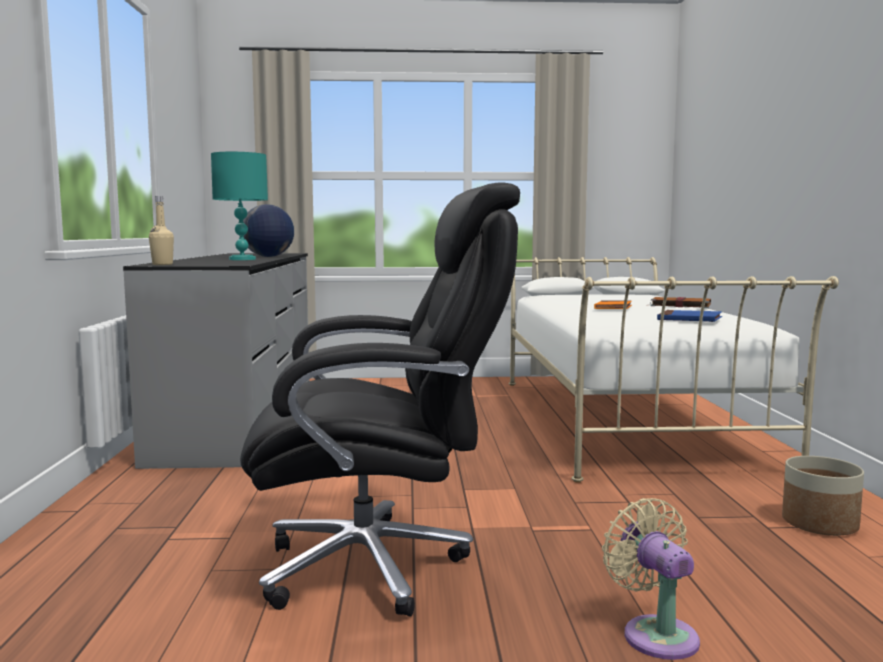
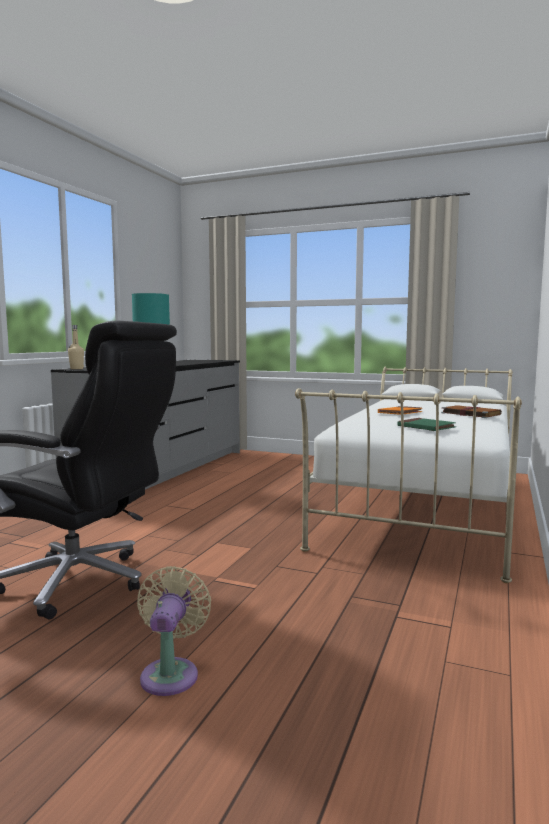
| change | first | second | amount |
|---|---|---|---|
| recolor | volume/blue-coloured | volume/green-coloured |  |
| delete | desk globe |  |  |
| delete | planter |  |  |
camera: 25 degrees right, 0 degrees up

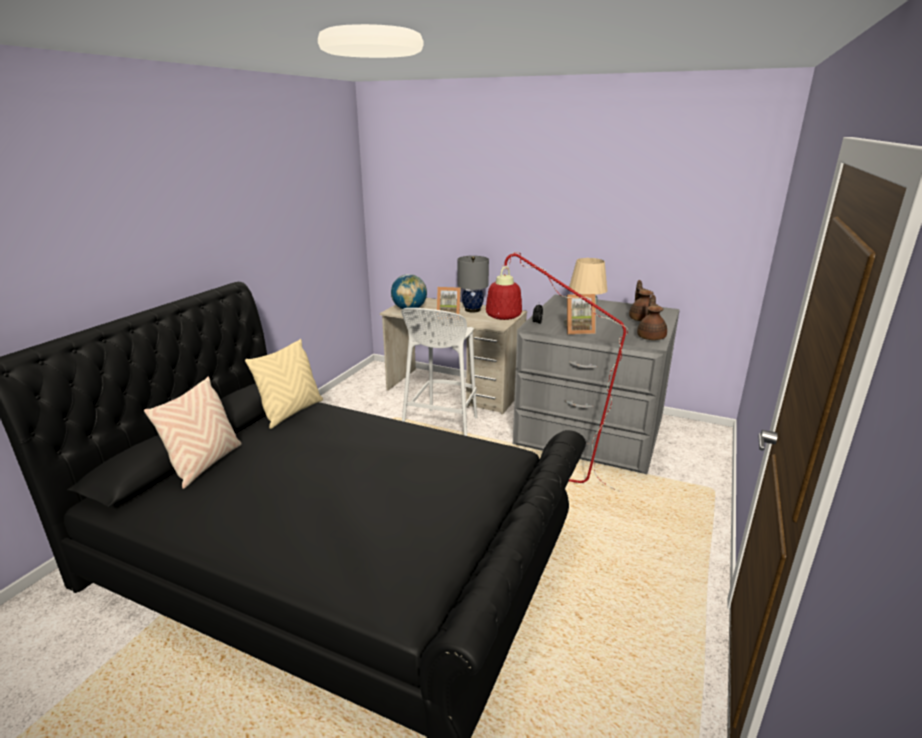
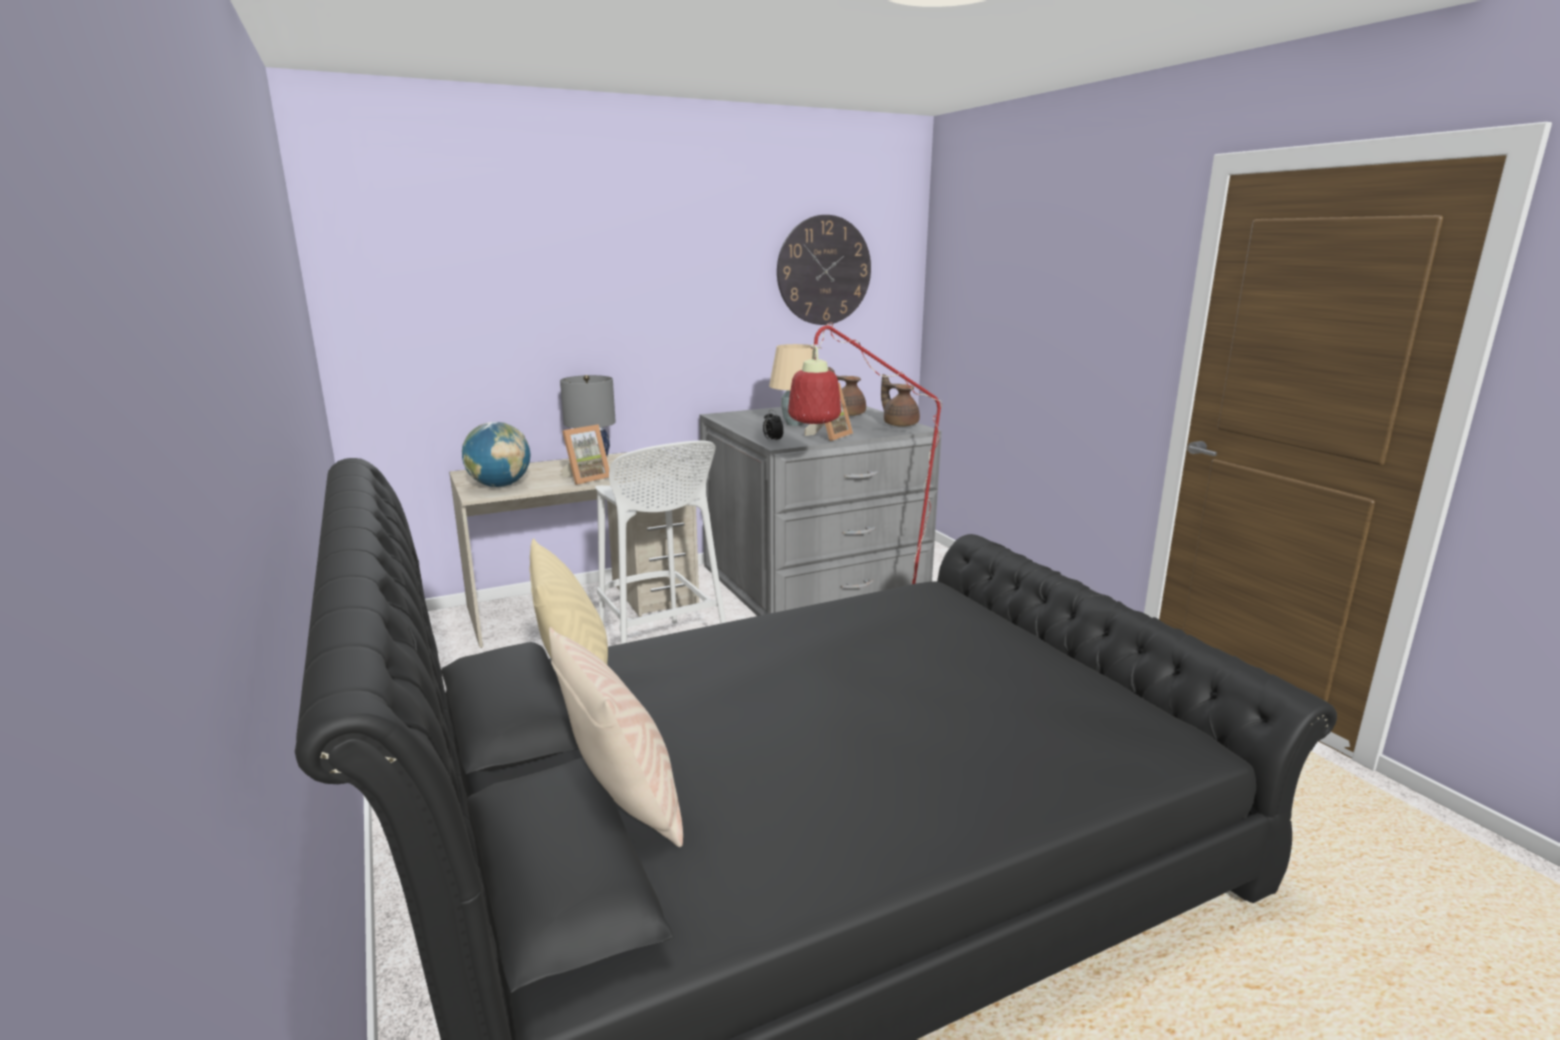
| change | first | second | amount |
|---|---|---|---|
| insert |  | clock on the wall |  |
camera: 50 degrees left, 5 degrees down

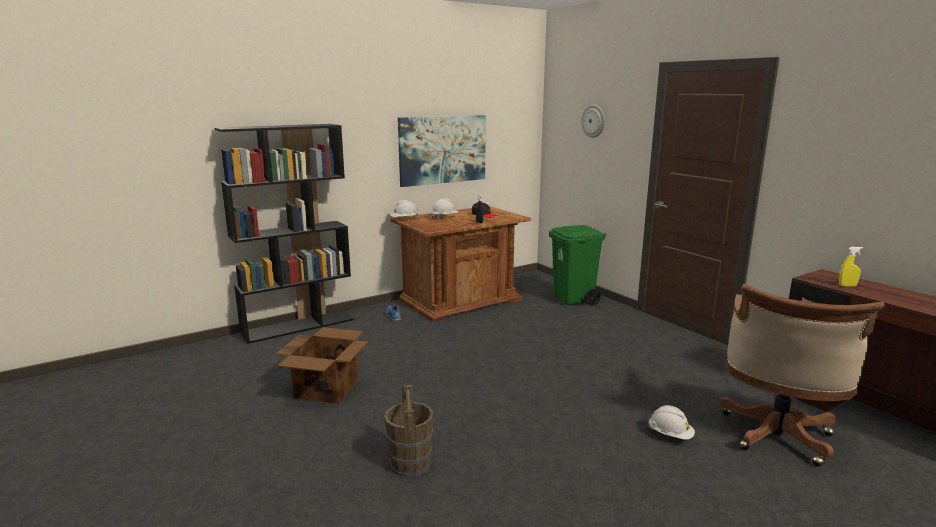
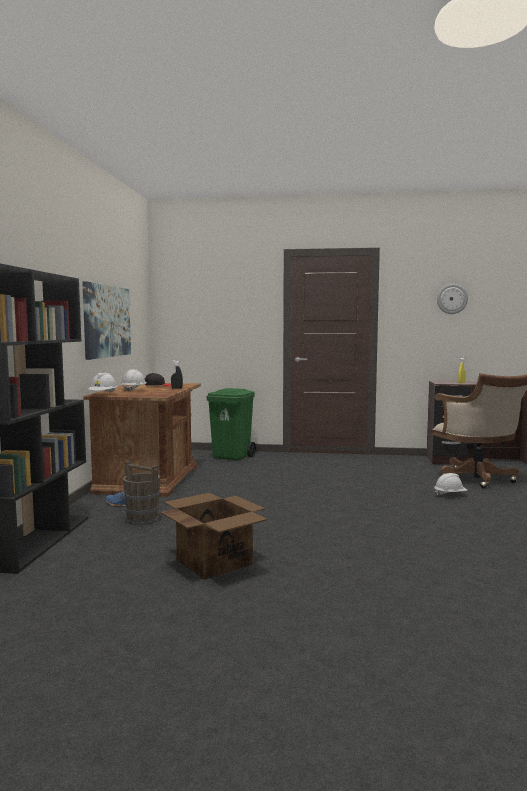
| change | first | second | amount |
|---|---|---|---|
| move | pail/brown |  |  |
| move | clock on the wall |  |  |
camera: 50 degrees left, 10 degrees down

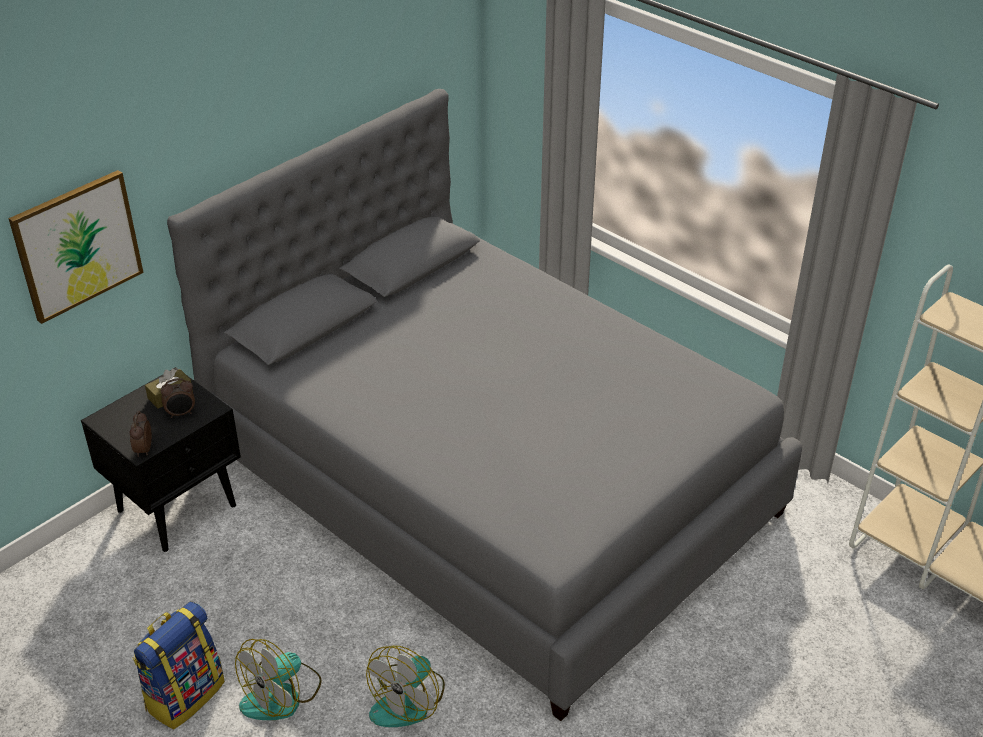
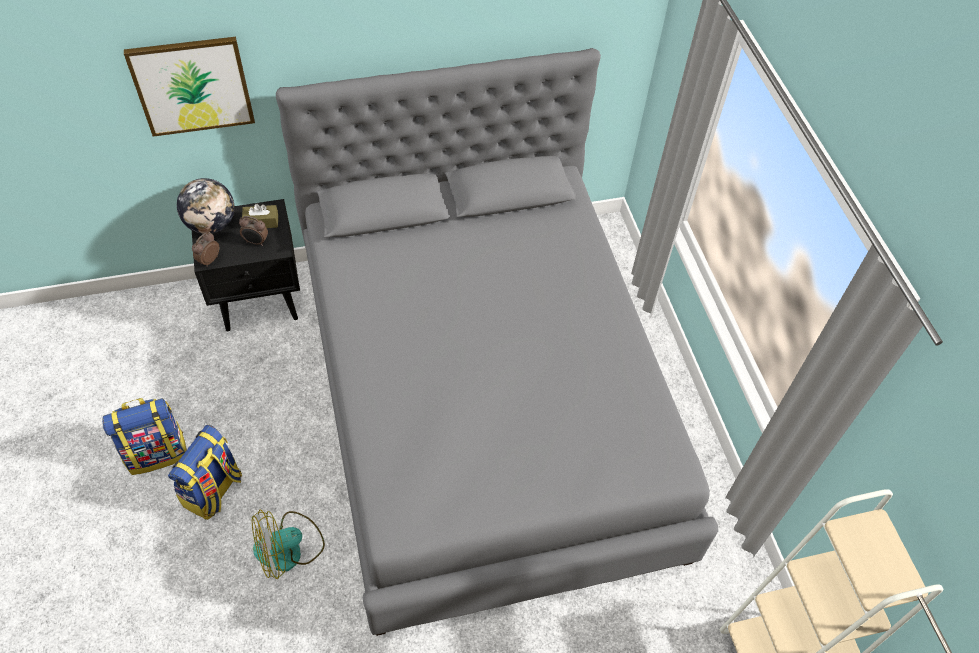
| change | first | second | amount |
|---|---|---|---|
| replace | fan (1st from left) | rucksack (2nd from left) |  |
| insert |  | desk globe |  |
camera: 30 degrees right, 15 degrees up

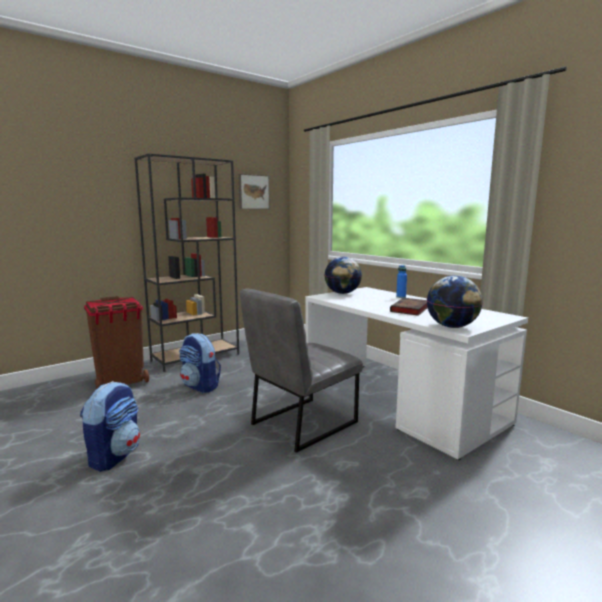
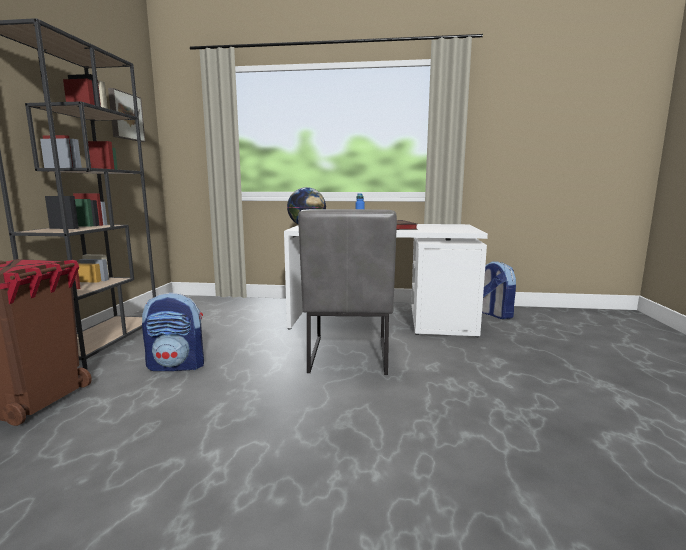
| change | first | second | amount |
|---|---|---|---|
| move | rucksack (1st from left in the first image) | rucksack (2nd from left) |  |
| delete | desk globe (2nd from left) |  |  |
camera: 45 degrees left, 0 degrees up

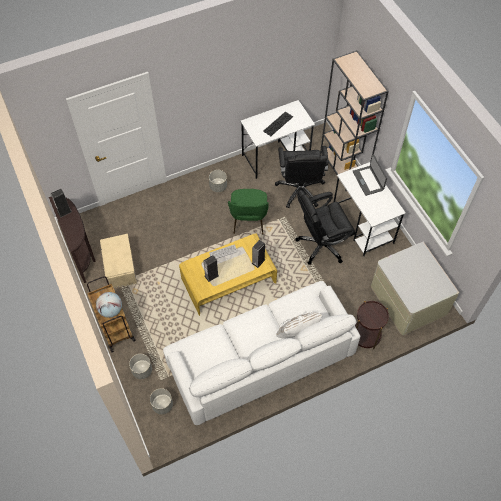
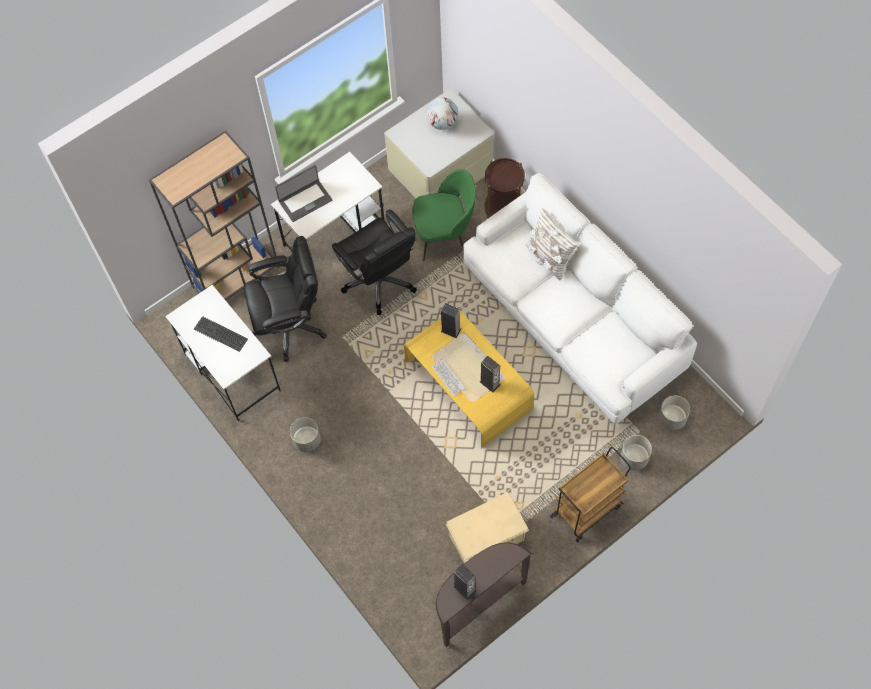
| change | first | second | amount |
|---|---|---|---|
| move | upright chair/green-coloured |  |  |
| move | desk globe |  |  |
camera: 100 degrees left, 5 degrees up

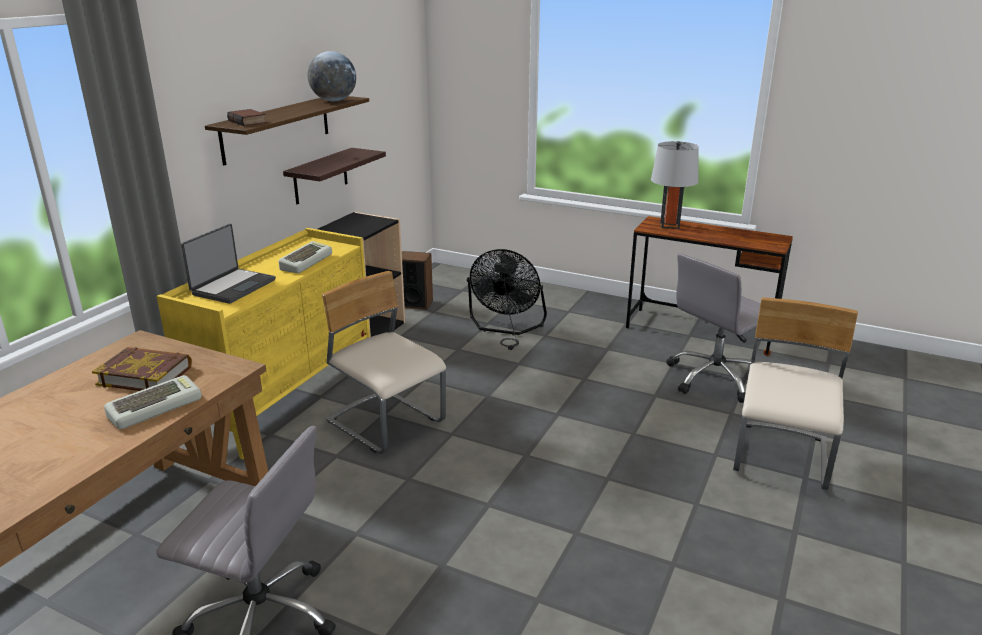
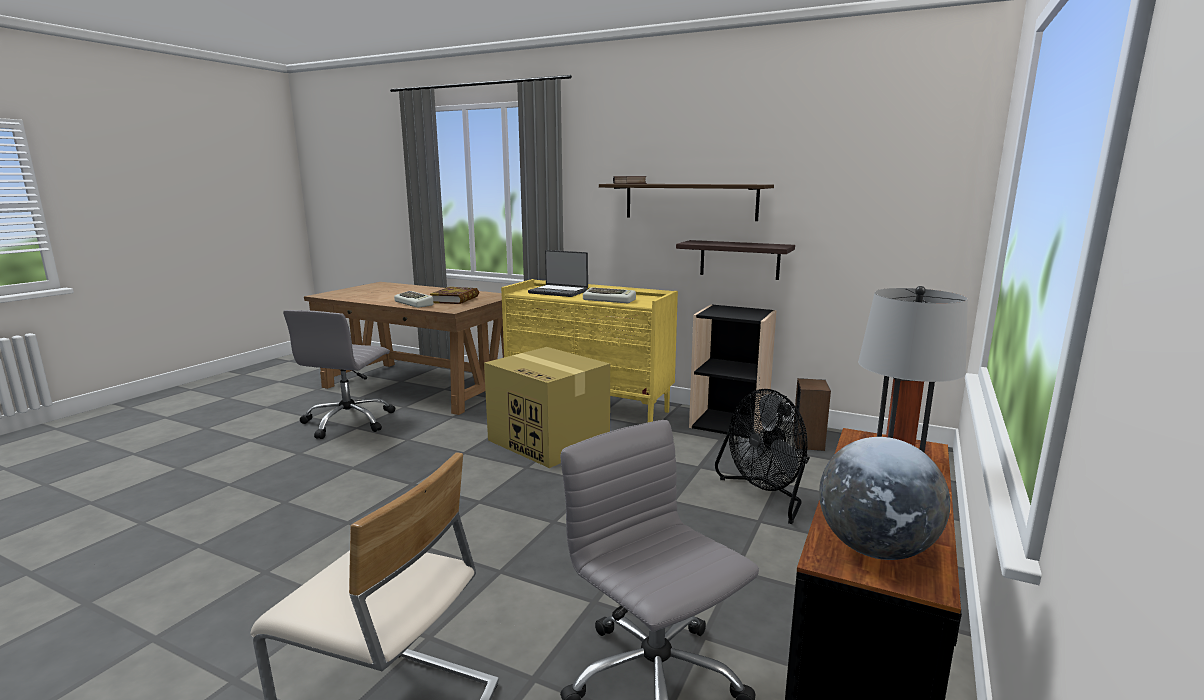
| change | first | second | amount |
|---|---|---|---|
| replace | upright chair/beige (1st from left) | cardboard box |  |
| rotate | fan/black-coloured |  | 135 degrees clockwise |
| move | desk globe |  |  |
camera: 90 degrees right, 10 degrees down

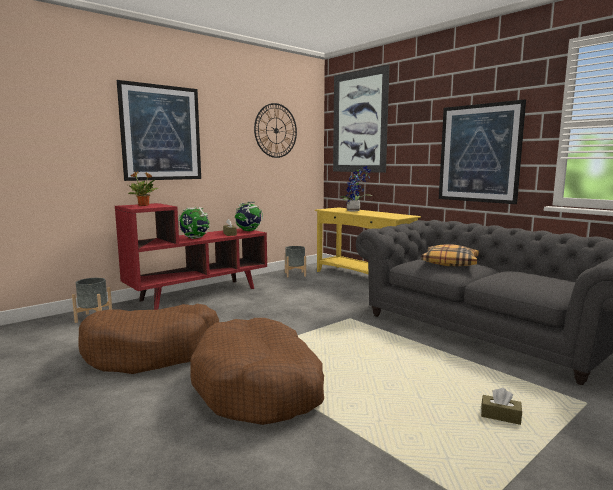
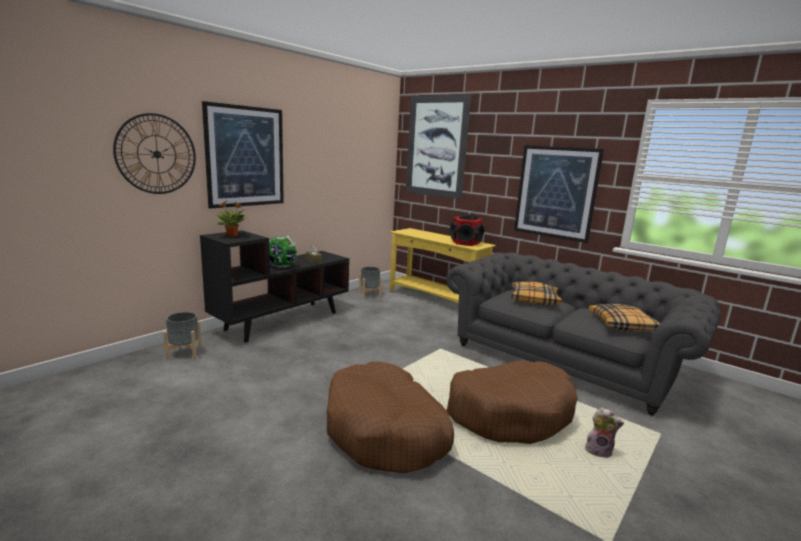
| change | first | second | amount |
|---|---|---|---|
| move | clock on the wall |  |  |
| recolor | tv stand/reddish | tv stand/black-coloured |  |
| move | dog bed/brown (1st from left in the first image) | dog bed/brown (2nd from left) |  |
| insert |  | audio speaker |  |
| replace | tissue holder/brown (2nd from left) | soft toy |  |
| insert |  | pillow (2nd from left) |  |
| delete | desk globe (2nd from left) |  |  |
| delete | plant in a pot (2nd from left) |  |  |
camera: 10 degrees left, 5 degrees up

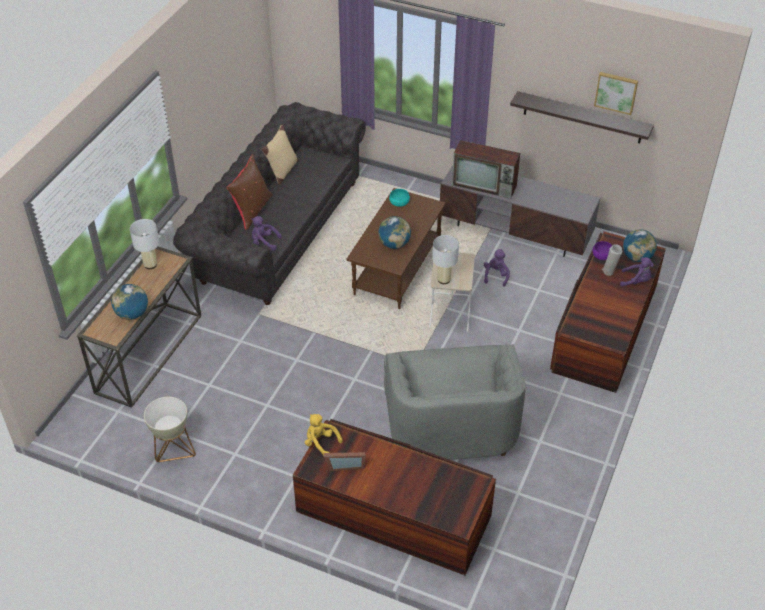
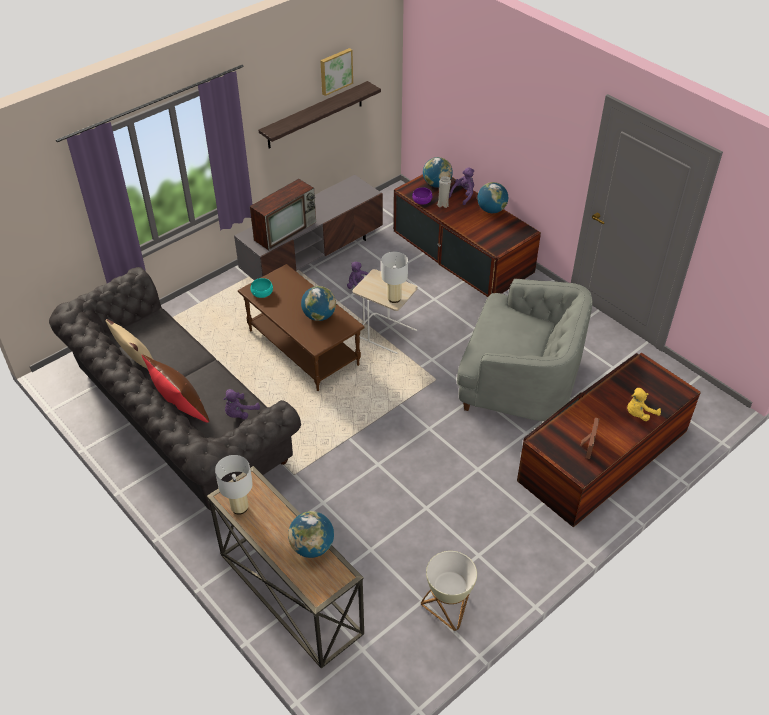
| change | first | second | amount |
|---|---|---|---|
| insert |  | desk globe (4th from left) |  |
| move | soft toy/yellowish |  |  |
camera: 65 degrees left, 0 degrees up

